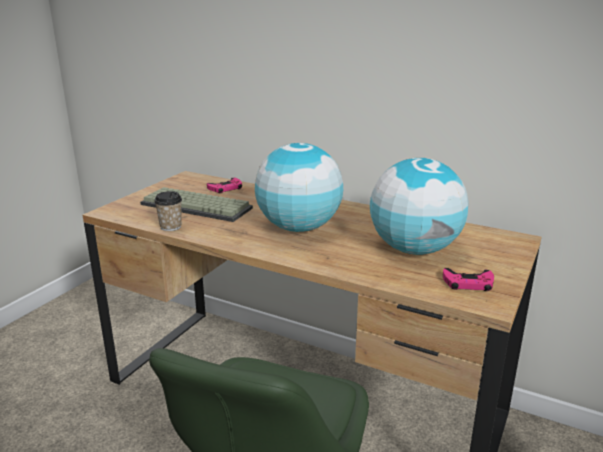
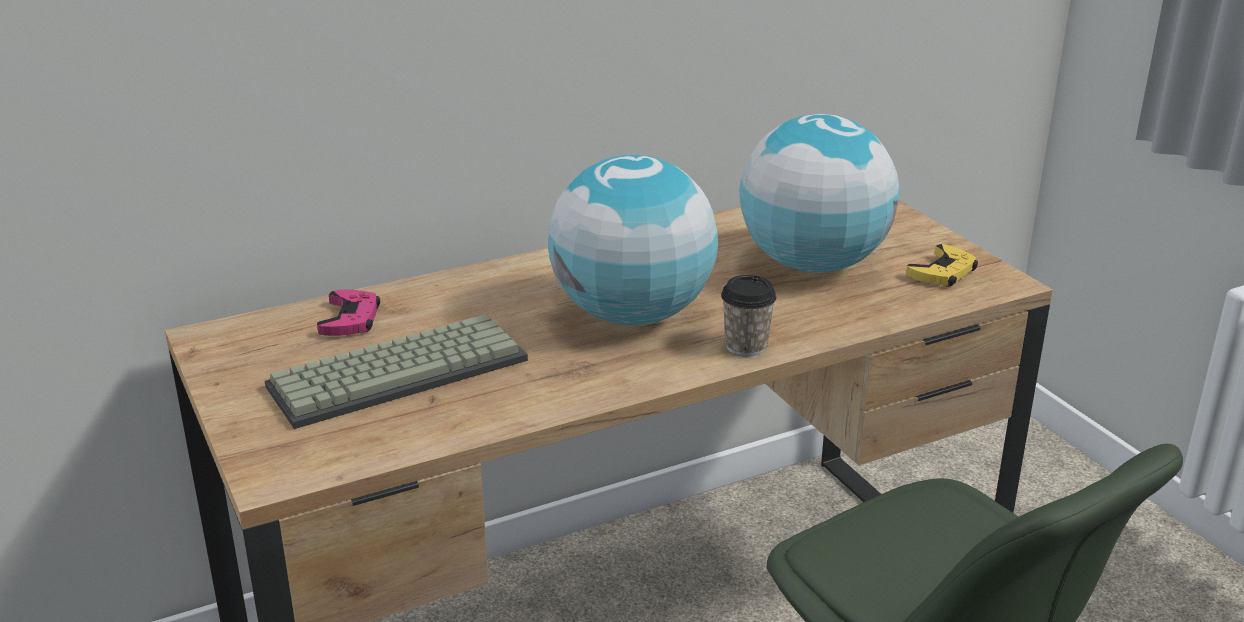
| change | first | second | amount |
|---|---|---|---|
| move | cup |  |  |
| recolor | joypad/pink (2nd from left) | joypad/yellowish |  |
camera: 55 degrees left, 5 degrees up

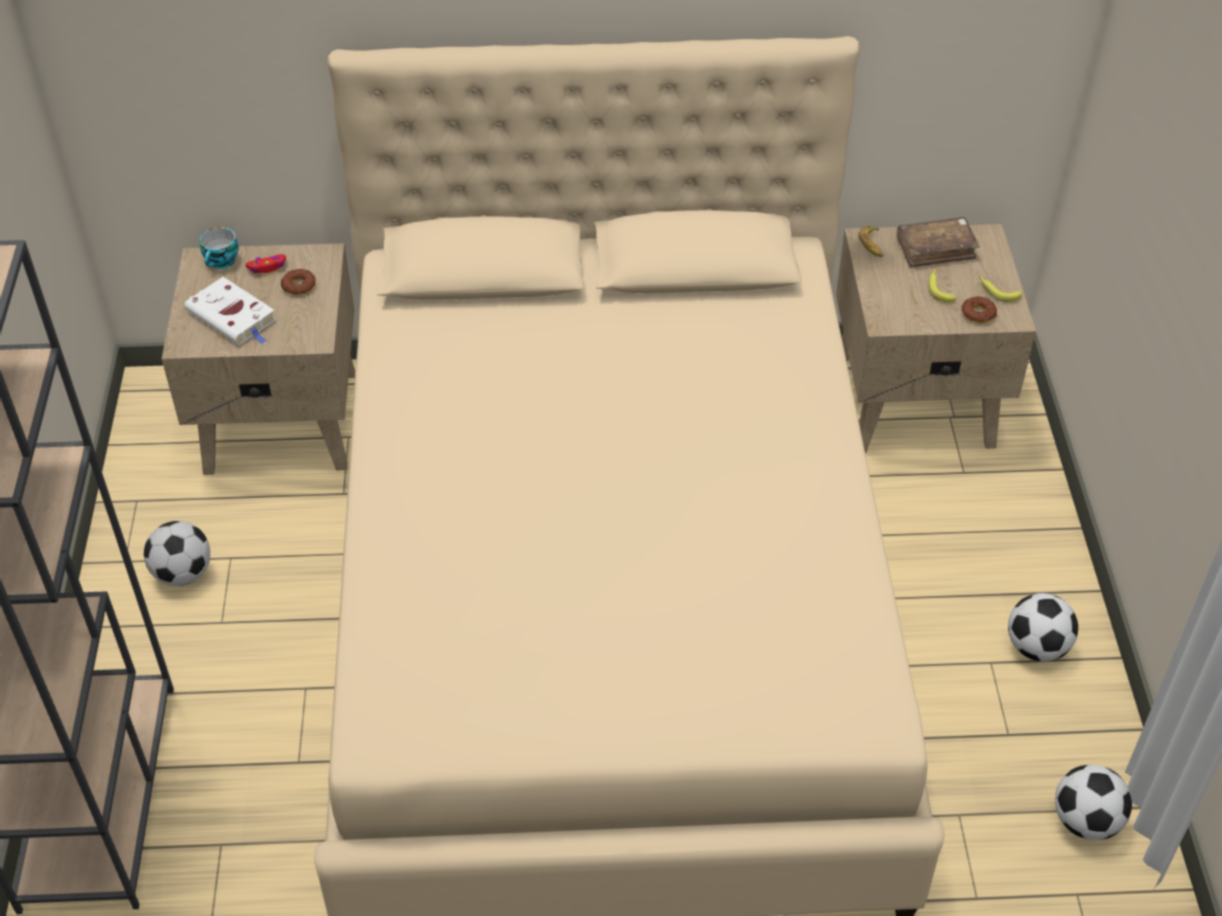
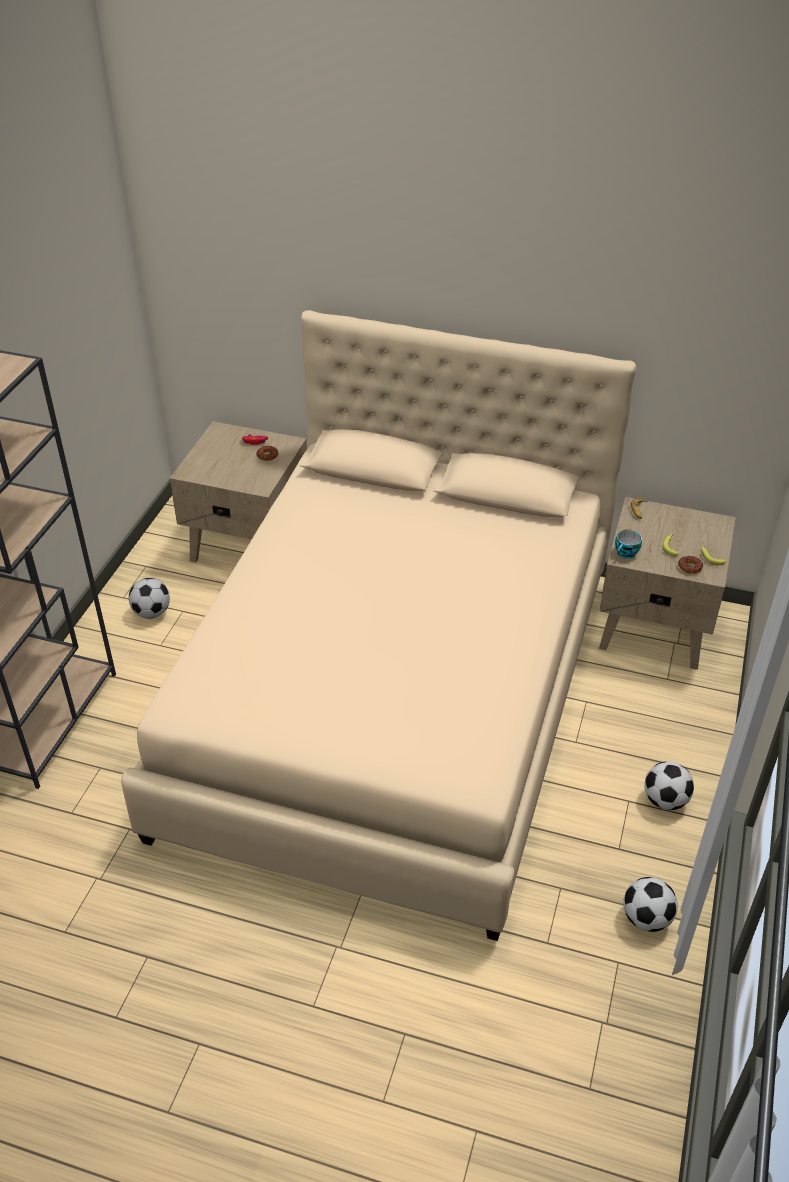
| change | first | second | amount |
|---|---|---|---|
| move | cup |  |  |
| delete | volume/white-coloured |  |  |
| delete | volume/brown |  |  |
camera: 20 degrees right, 5 degrees down

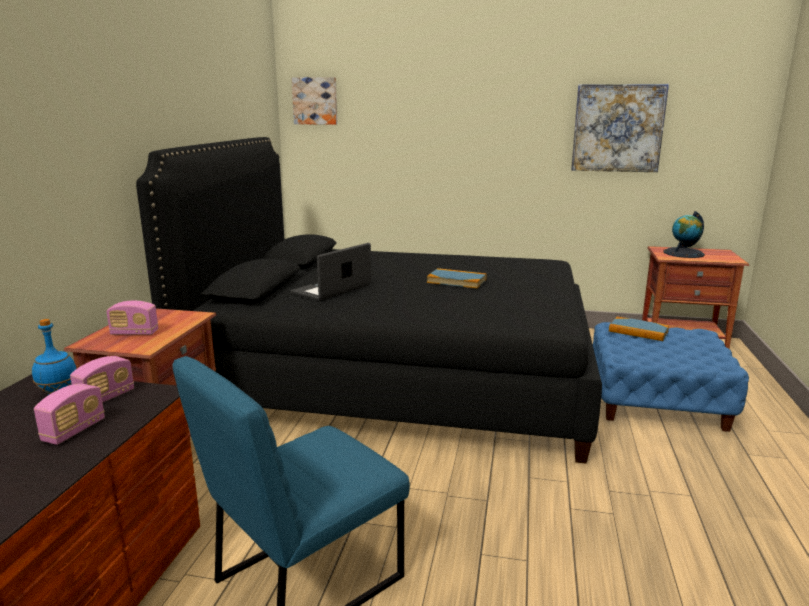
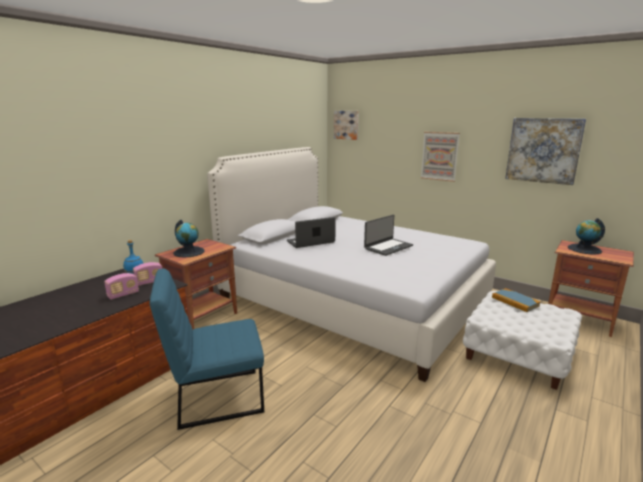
| change | first | second | amount |
|---|---|---|---|
| replace | radio set (3rd from left) | desk globe (1st from left) |  |
| recolor | bed/black-coloured | bed/white-coloured |  |
| replace | volume (1st from left) | notebook computer (2nd from left) |  |
| insert |  | picture (2nd from left) |  |
| recolor | pouffe/blue-coloured | pouffe/white-coloured |  |
camera: 25 degrees right, 0 degrees up

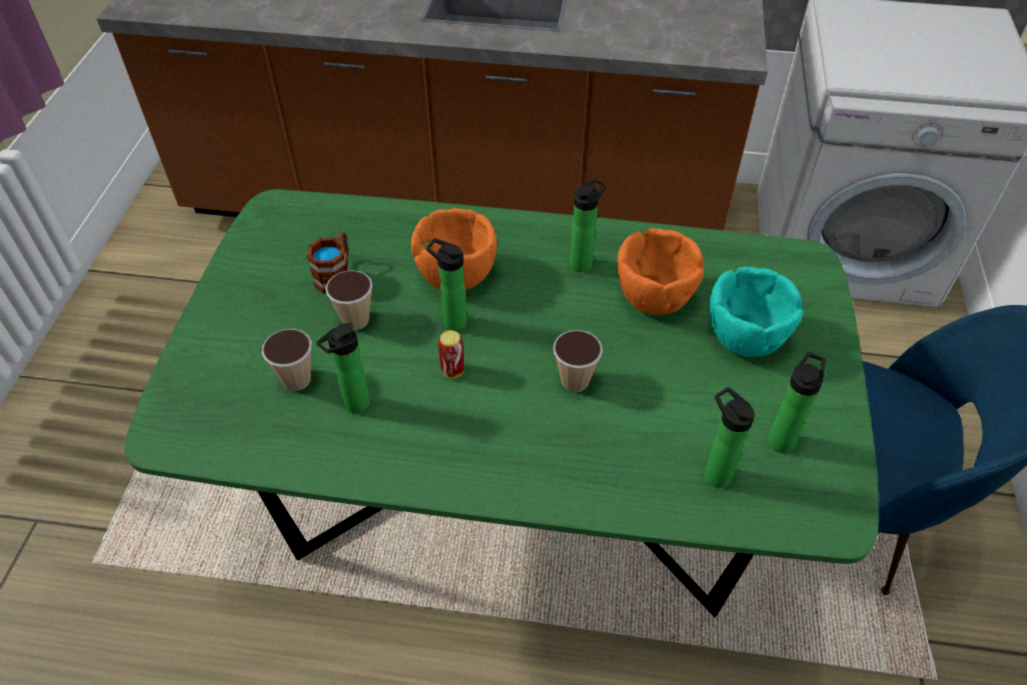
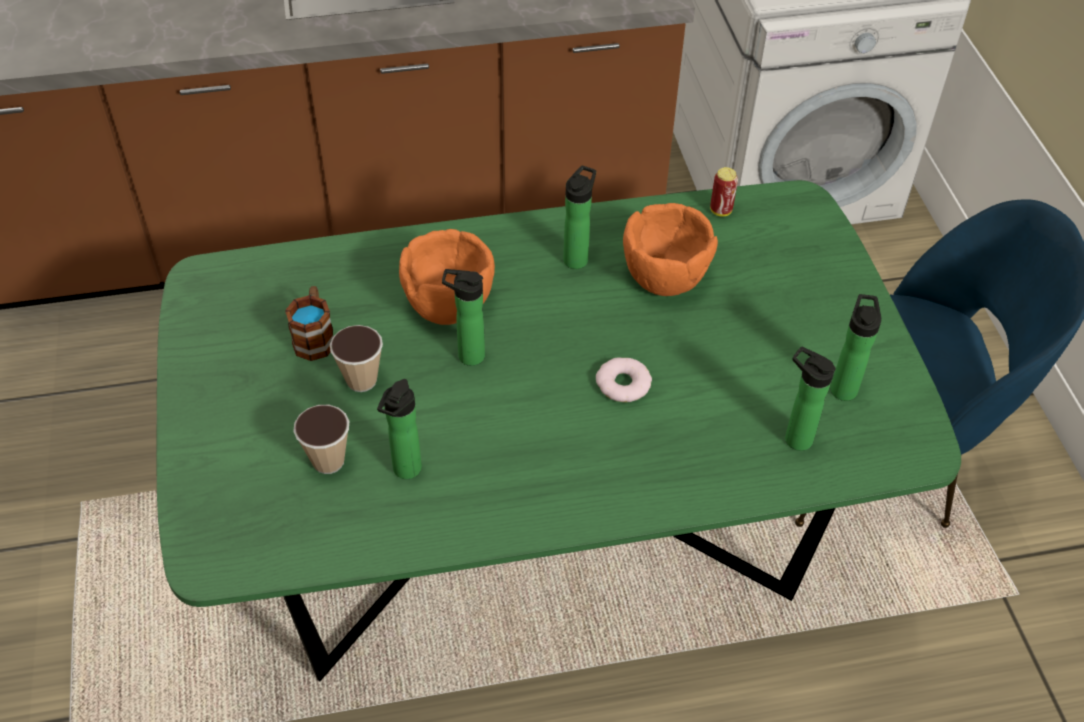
| change | first | second | amount |
|---|---|---|---|
| replace | cup (3rd from left) | donut |  |
| move | metal can |  |  |
| delete | deep dish/turquoise |  |  |
camera: 20 degrees left, 0 degrees up

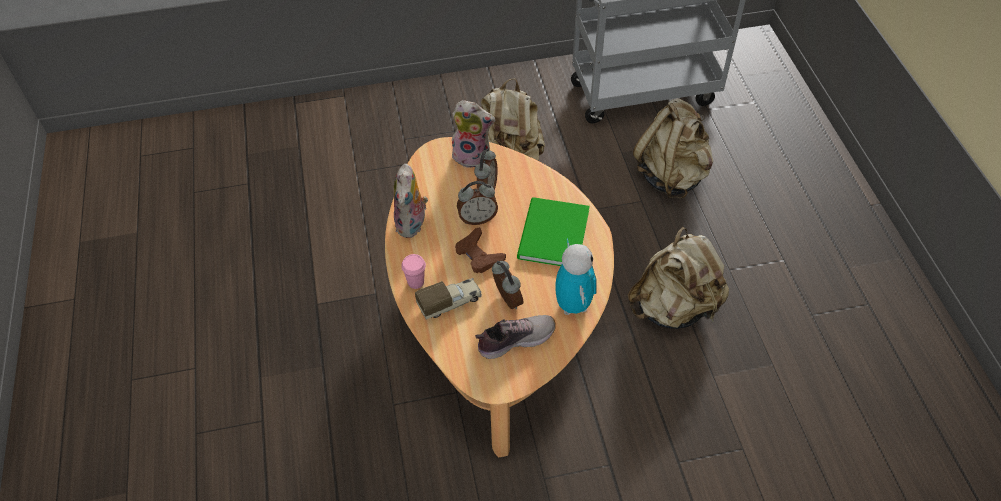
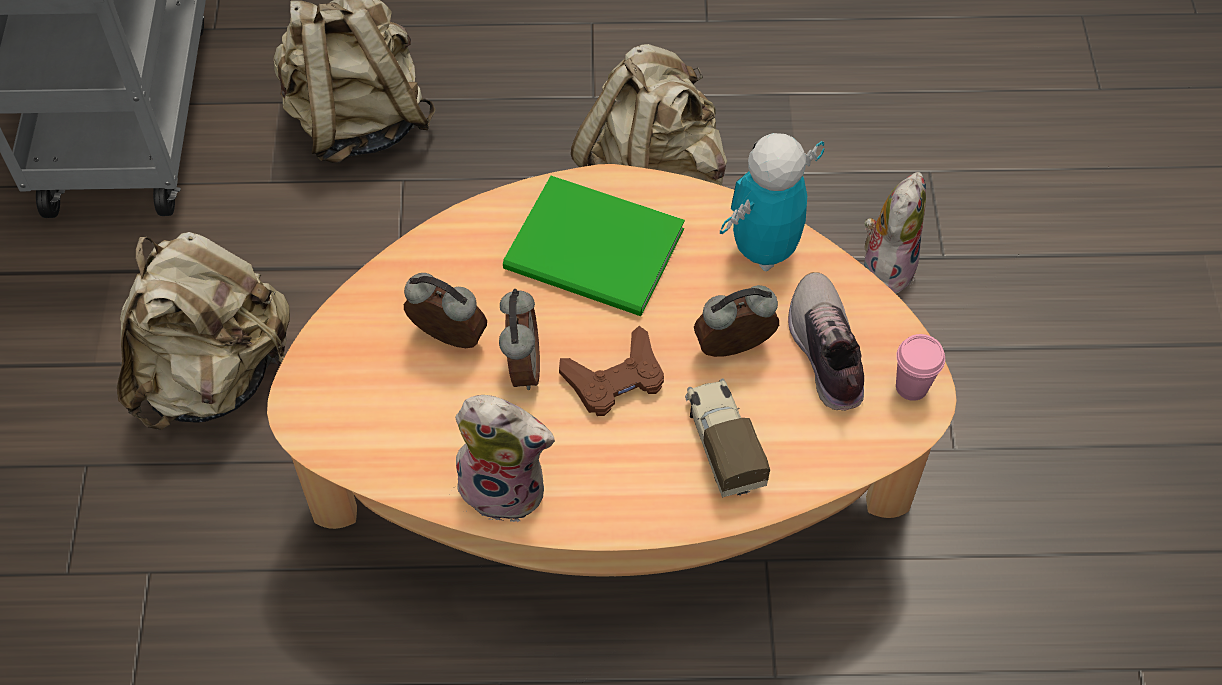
| change | first | second | amount |
|---|---|---|---|
| rotate | model robot |  | 45 degrees counterclockwise |
| move | soft toy (2nd from left) |  |  |
| move | cup/pink |  |  |
camera: 80 degrees left, 5 degrees up

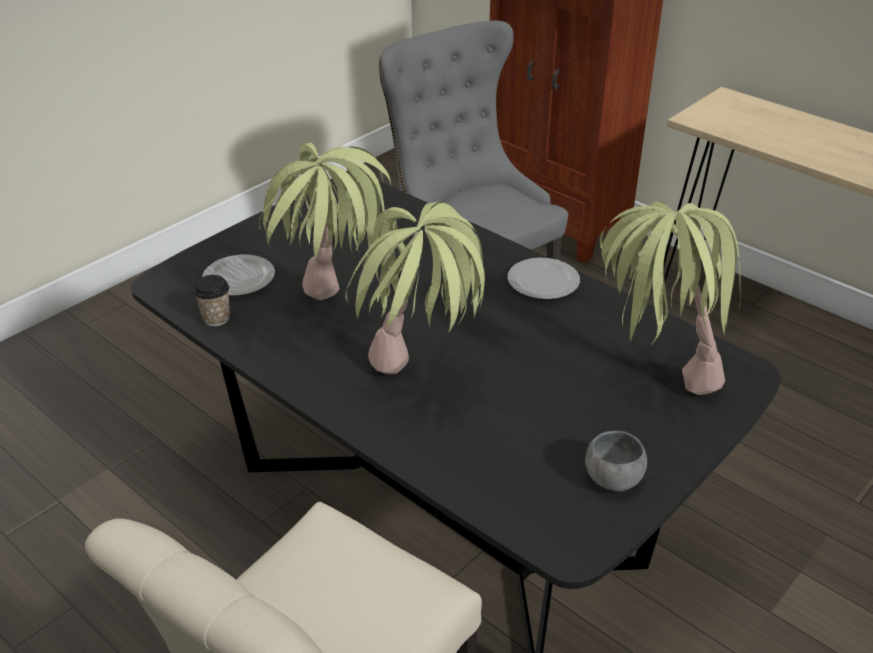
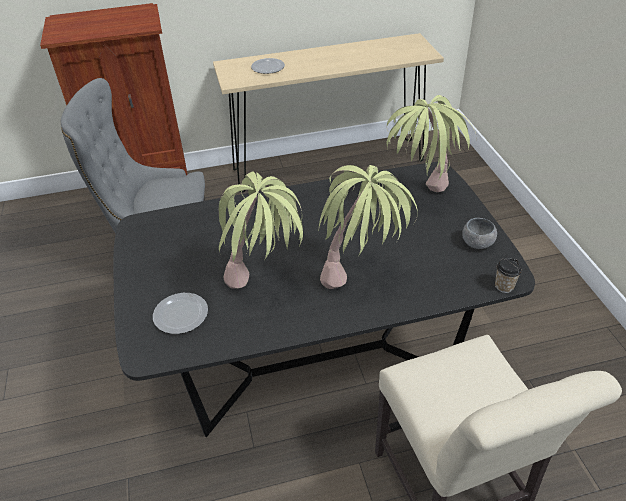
| change | first | second | amount |
|---|---|---|---|
| move | flat dish (2nd from left) |  |  |
| move | cup |  |  |
camera: 55 degrees left, 5 degrees up

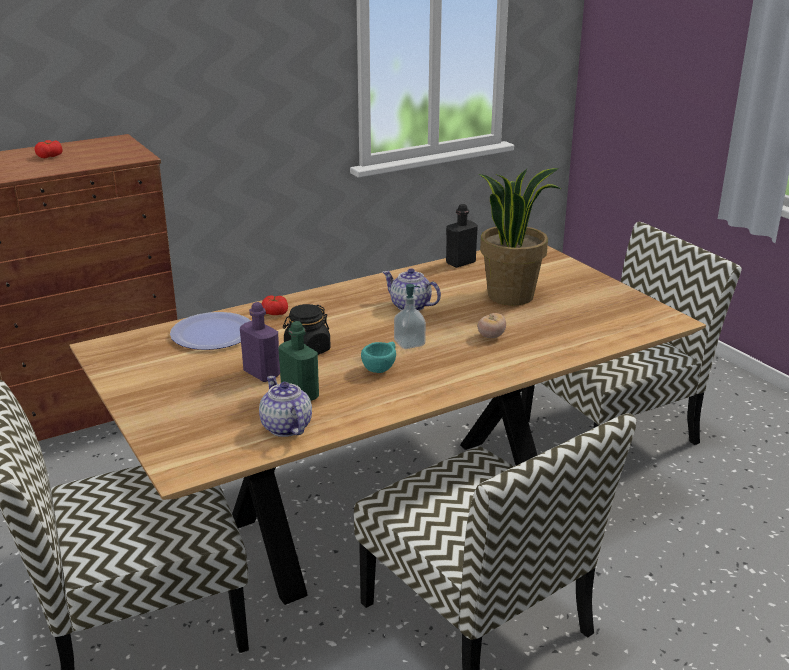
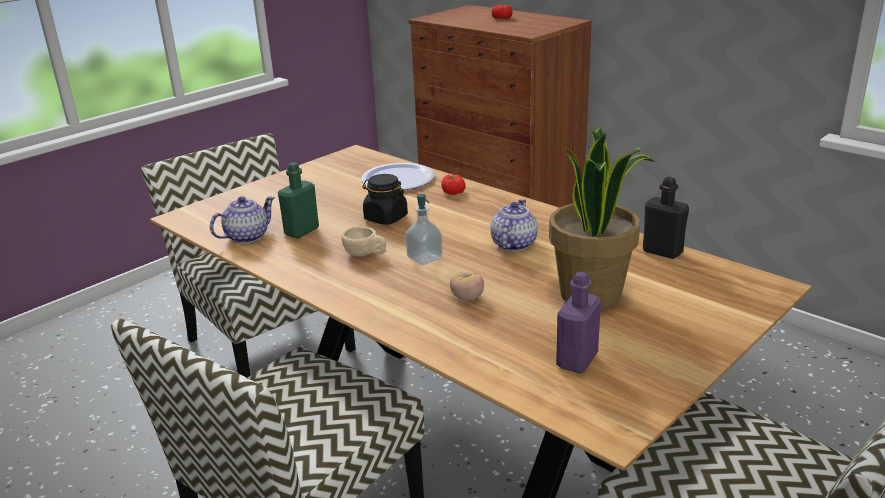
| change | first | second | amount |
|---|---|---|---|
| recolor | cup/turquoise | cup/beige |  |
| move | drink bottle/purple-coloured |  |  |
camera: 75 degrees right, 0 degrees up

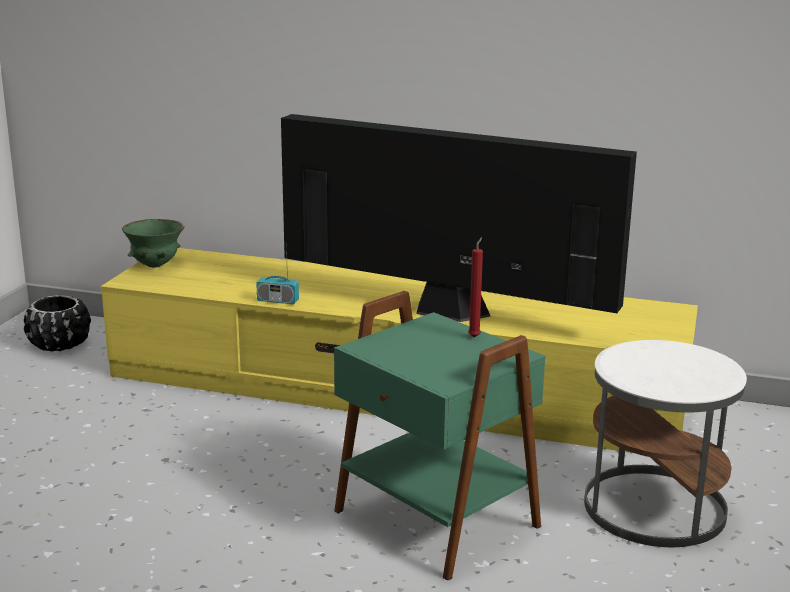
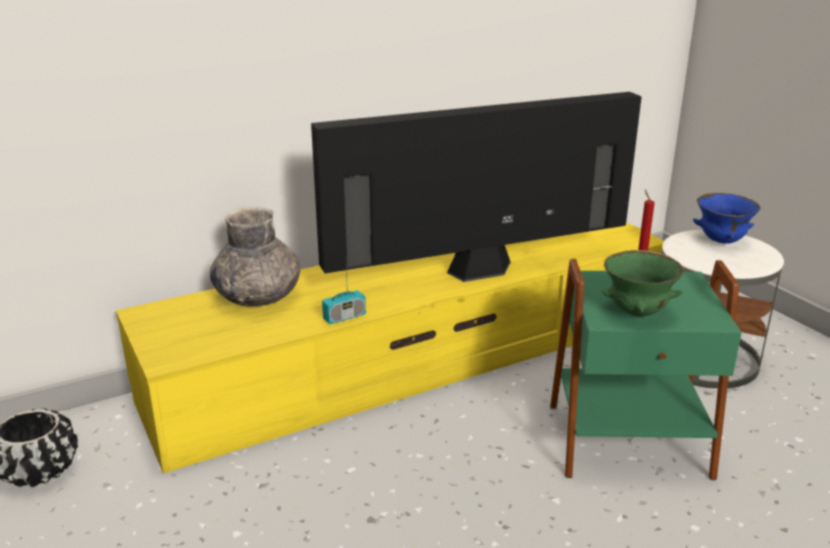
| change | first | second | amount |
|---|---|---|---|
| insert |  | vase/greyish |  |
| move | deep dish/green-coloured |  |  |
| insert |  | deep dish/blue-coloured |  |
camera: 45 degrees left, 5 degrees up

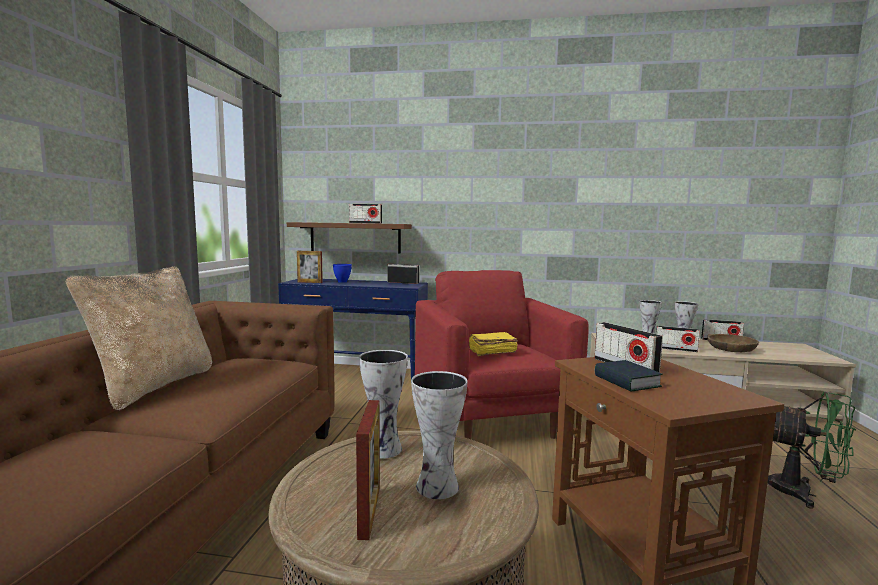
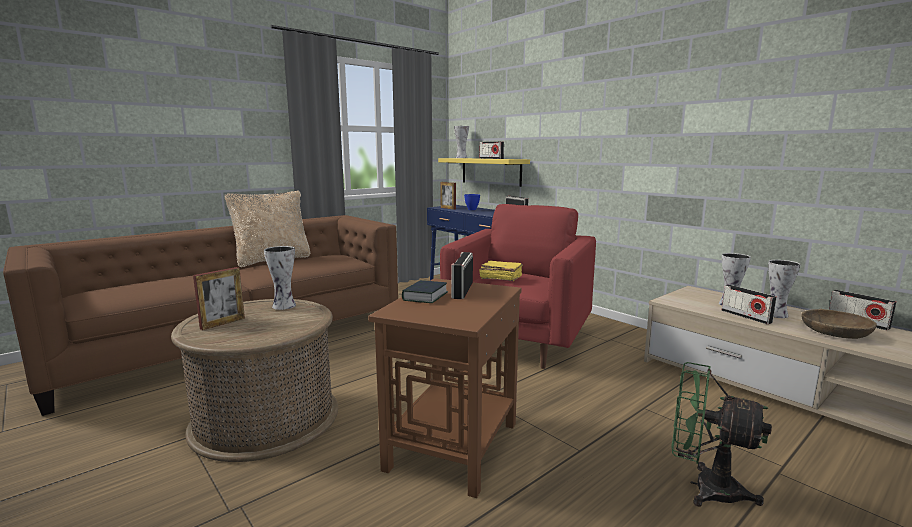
| change | first | second | amount |
|---|---|---|---|
| recolor | shelf/brown | shelf/yellowish |  |
| move | vase (2nd from left) |  |  |
| rotate | fan/green-coloured |  | 135 degrees clockwise |
camera: 40 degrees right, 5 degrees up

